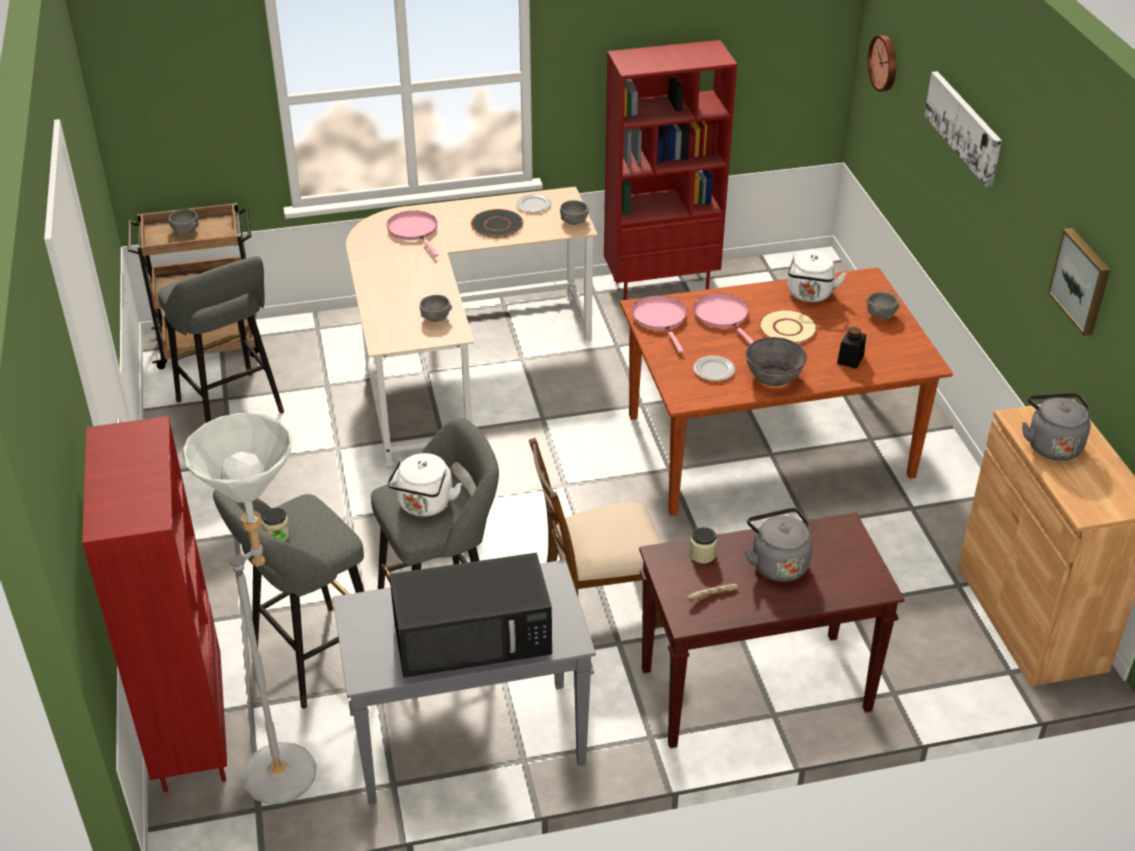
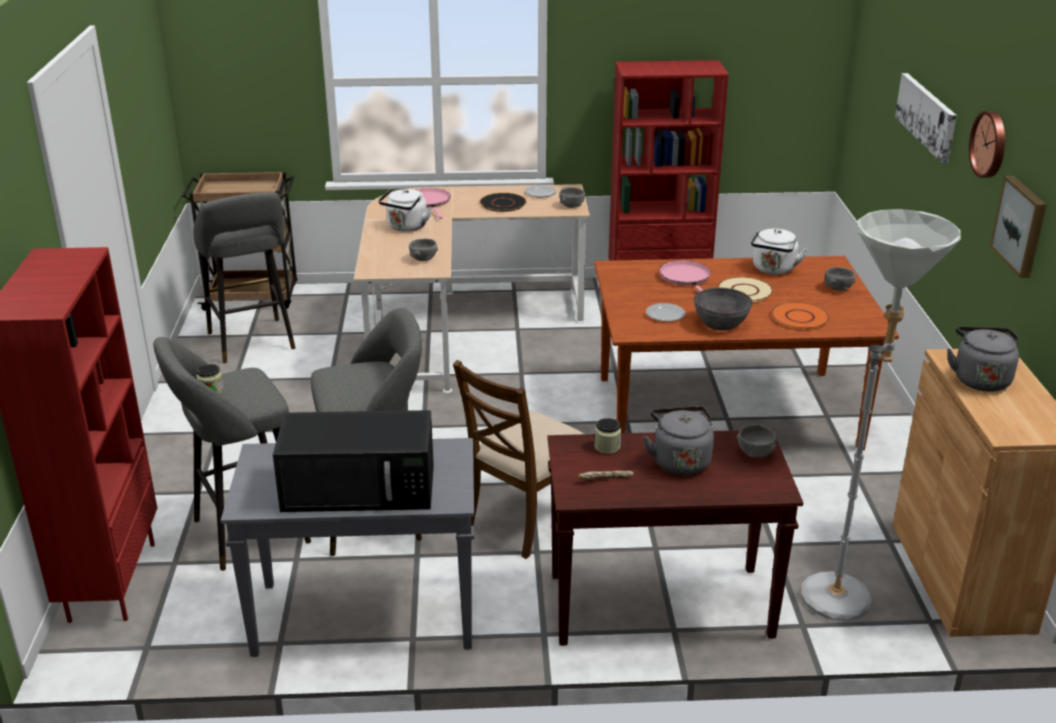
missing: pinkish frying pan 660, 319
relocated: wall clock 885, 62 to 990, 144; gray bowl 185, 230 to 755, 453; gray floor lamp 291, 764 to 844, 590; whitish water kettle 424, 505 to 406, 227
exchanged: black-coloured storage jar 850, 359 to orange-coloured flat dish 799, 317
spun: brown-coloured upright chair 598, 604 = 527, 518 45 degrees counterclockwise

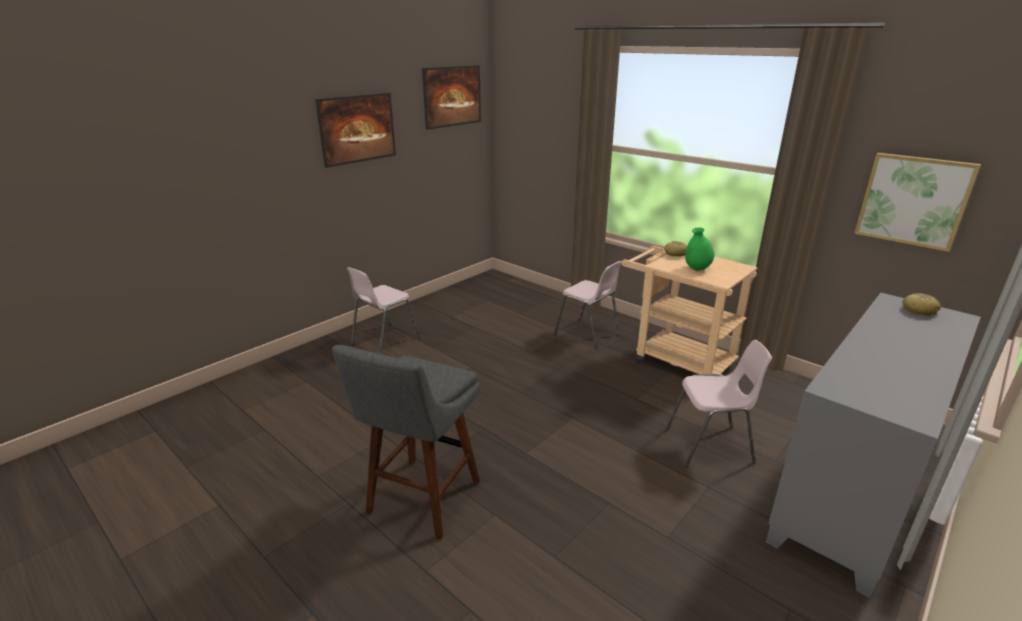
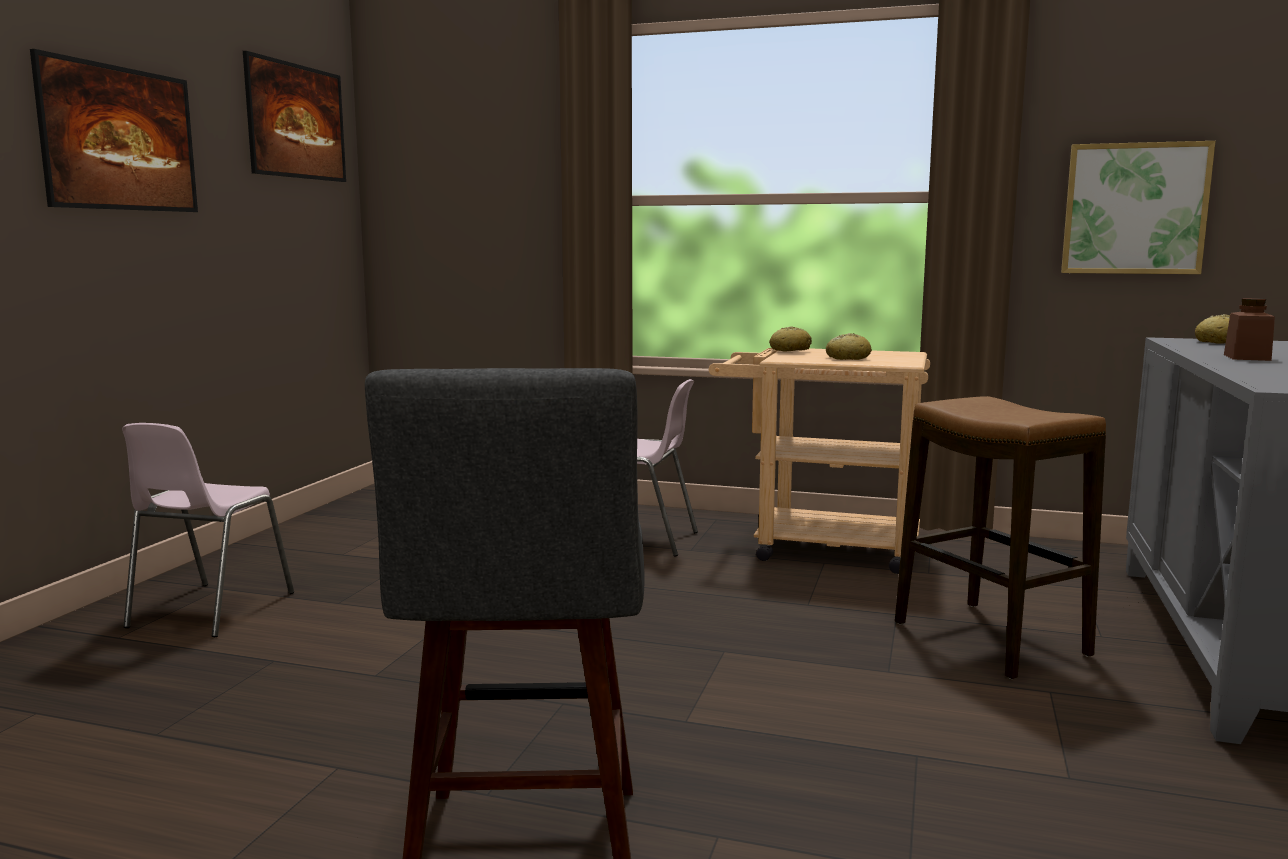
appeared: brown-coloured storage jar 1247, 357
exchanged: green-coloured flower vase 697, 269 to bakery bread 847, 358; pinkish upright chair 710, 446 to stool seat 990, 639

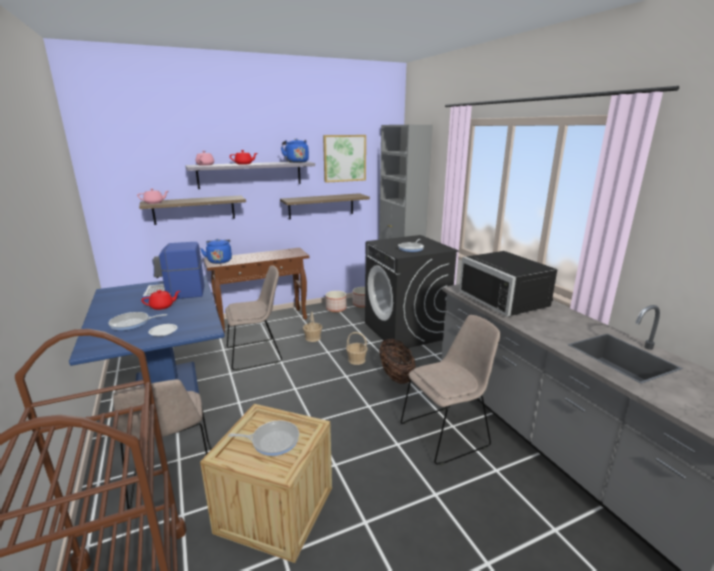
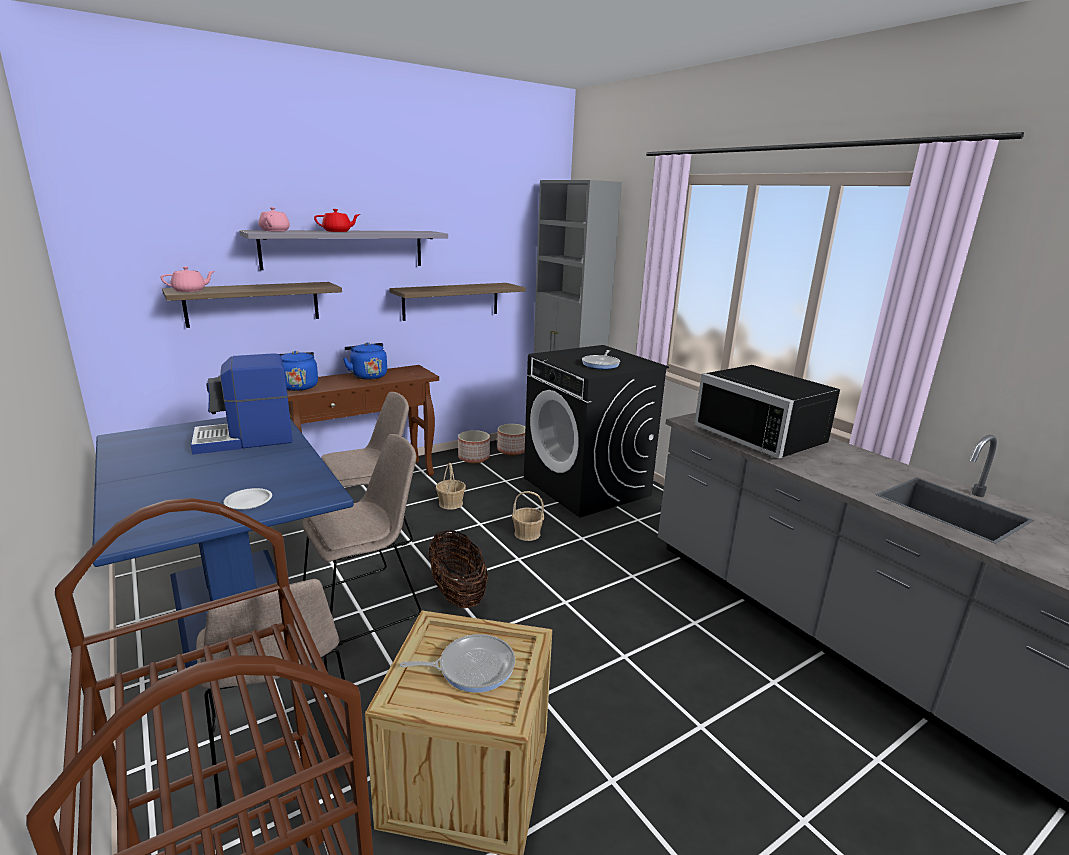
missing: picture 344, 158; red-coloured tea pot 162, 306; frying pan 132, 323
relocated: bluish water kettle 296, 162 to 367, 376; beige upright chair 446, 433 to 366, 603; household basket 396, 376 to 457, 593

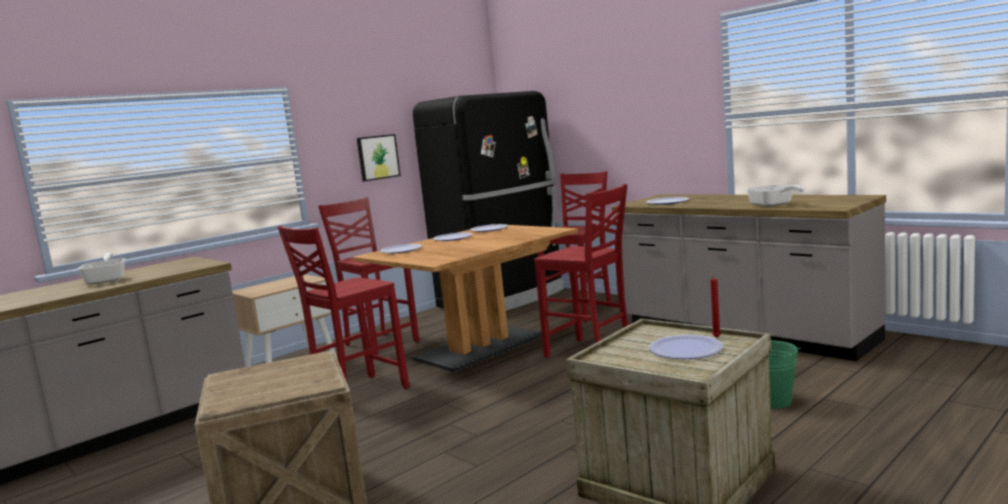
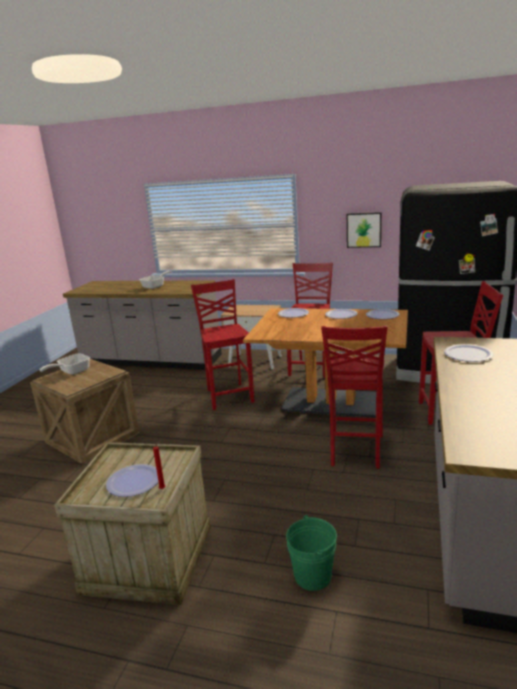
relocated: frying pan 773, 205 to 71, 372
spun: red-coloured upright chair 357, 394 = 229, 395 60 degrees clockwise

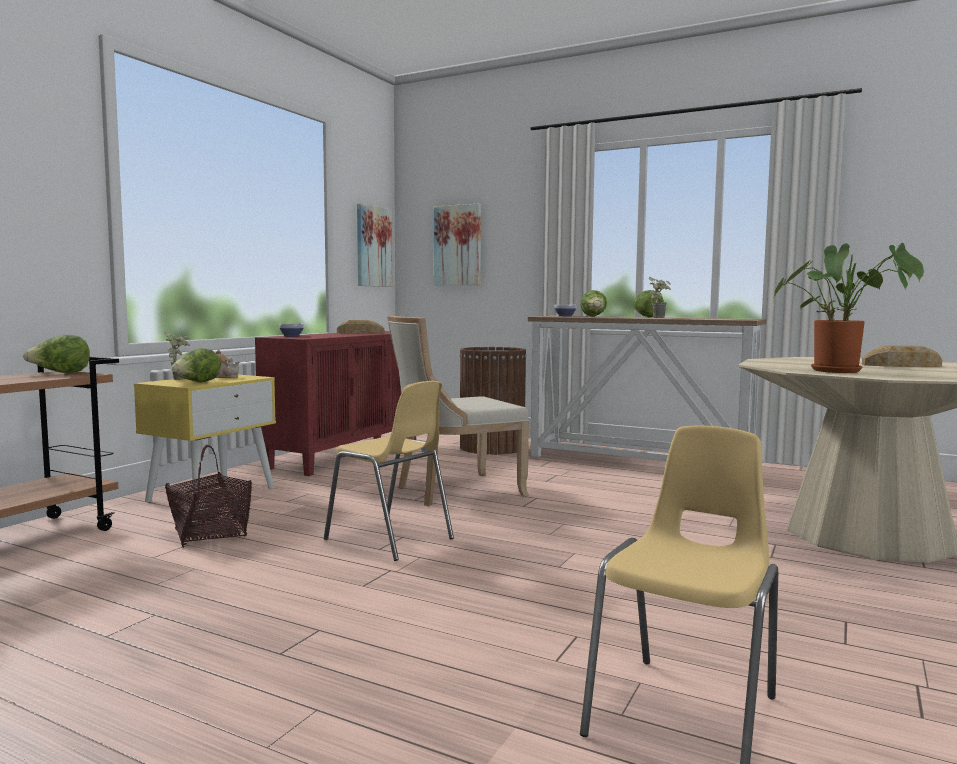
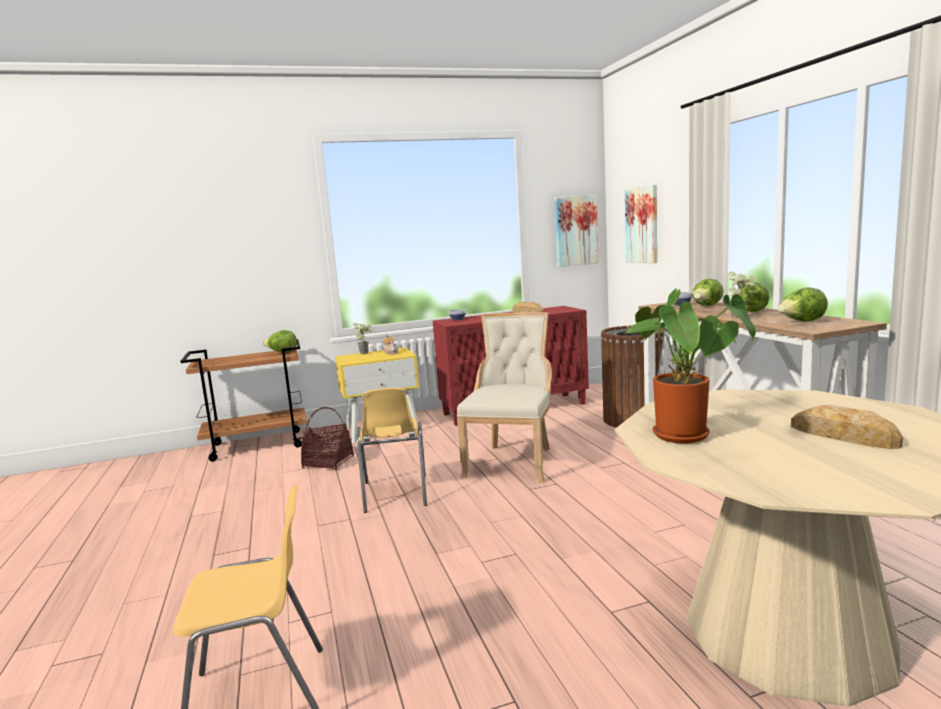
relocated: lettuce head 197, 383 to 801, 322
spun: beige upright chair 454, 491 = 512, 462 90 degrees clockwise

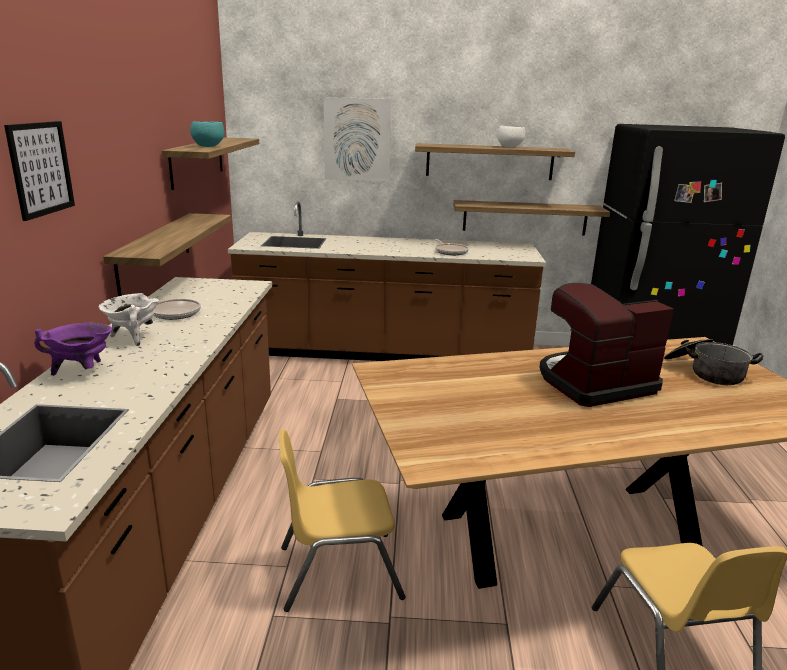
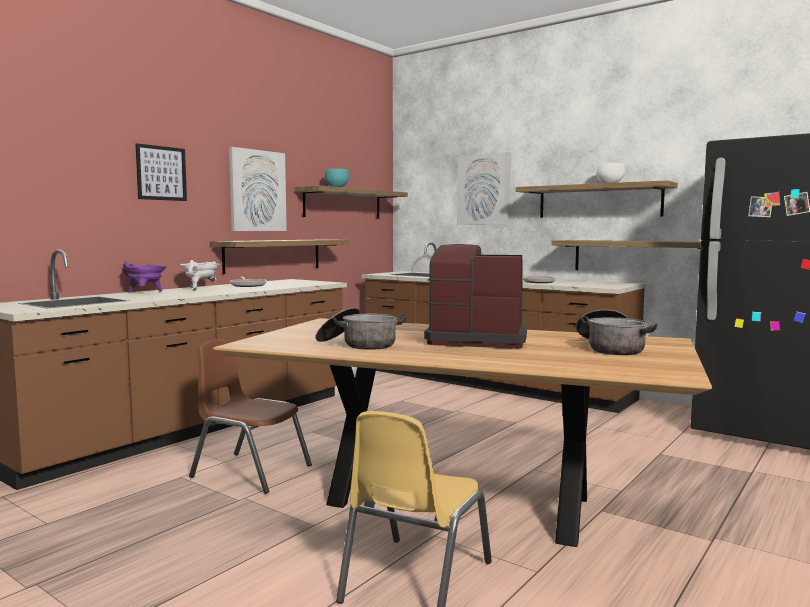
appeared: picture 257, 190; stockpot 358, 344
colour: yellowish upright chair 339, 571 to brown-coloured upright chair 250, 472

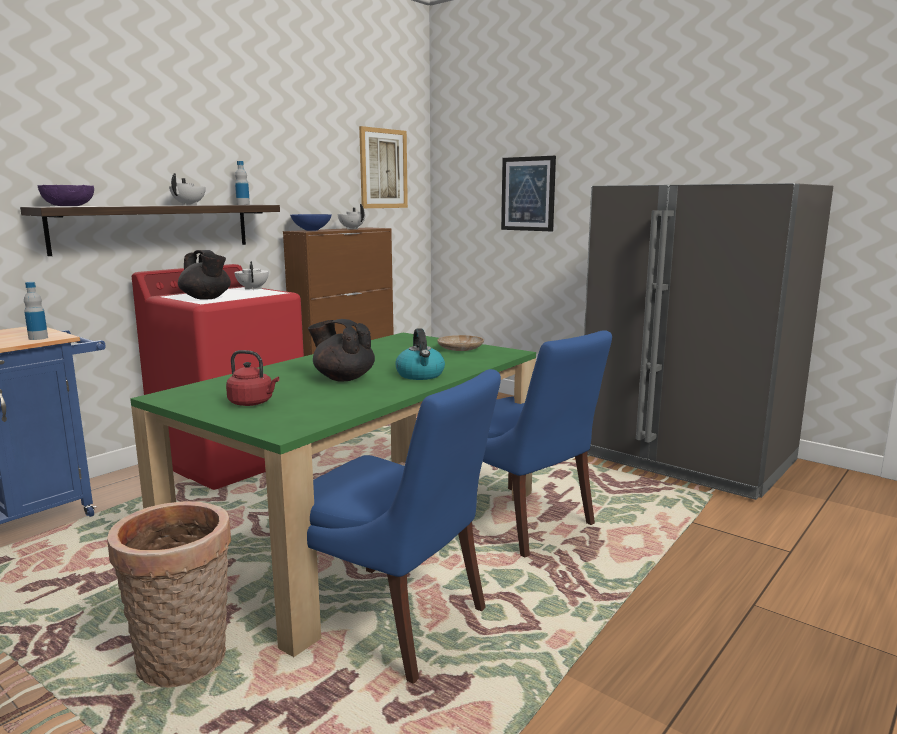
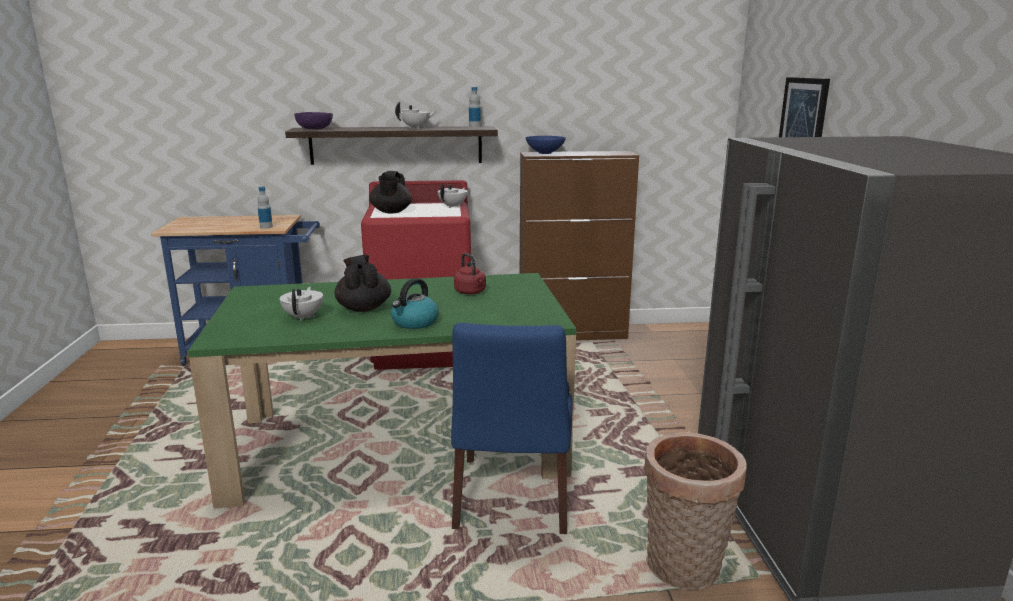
missing: picture 383, 168; beige flat dish 460, 348; bluish upright chair 395, 622
relocated: whitish tea pot 352, 229 to 304, 317; red-coloured water kettle 253, 403 to 471, 292; household basket 184, 663 to 684, 569

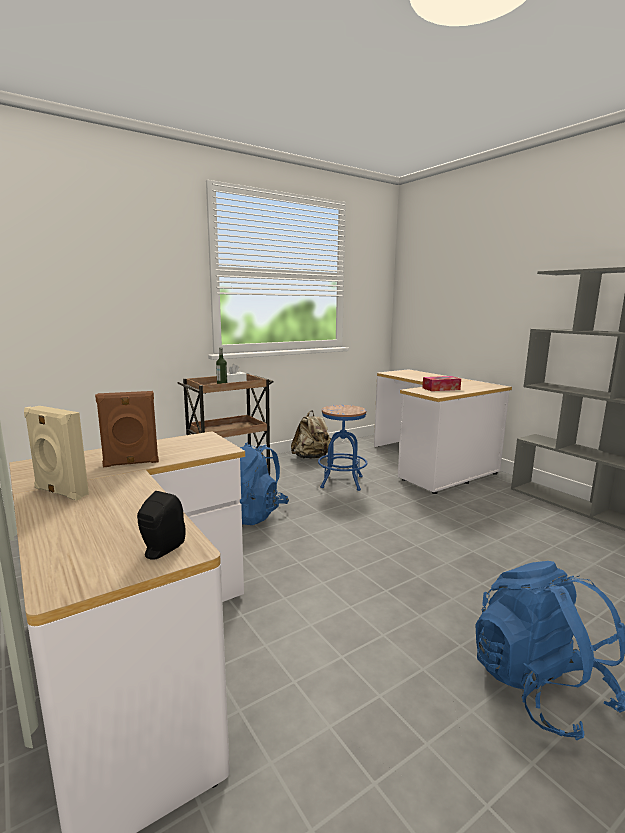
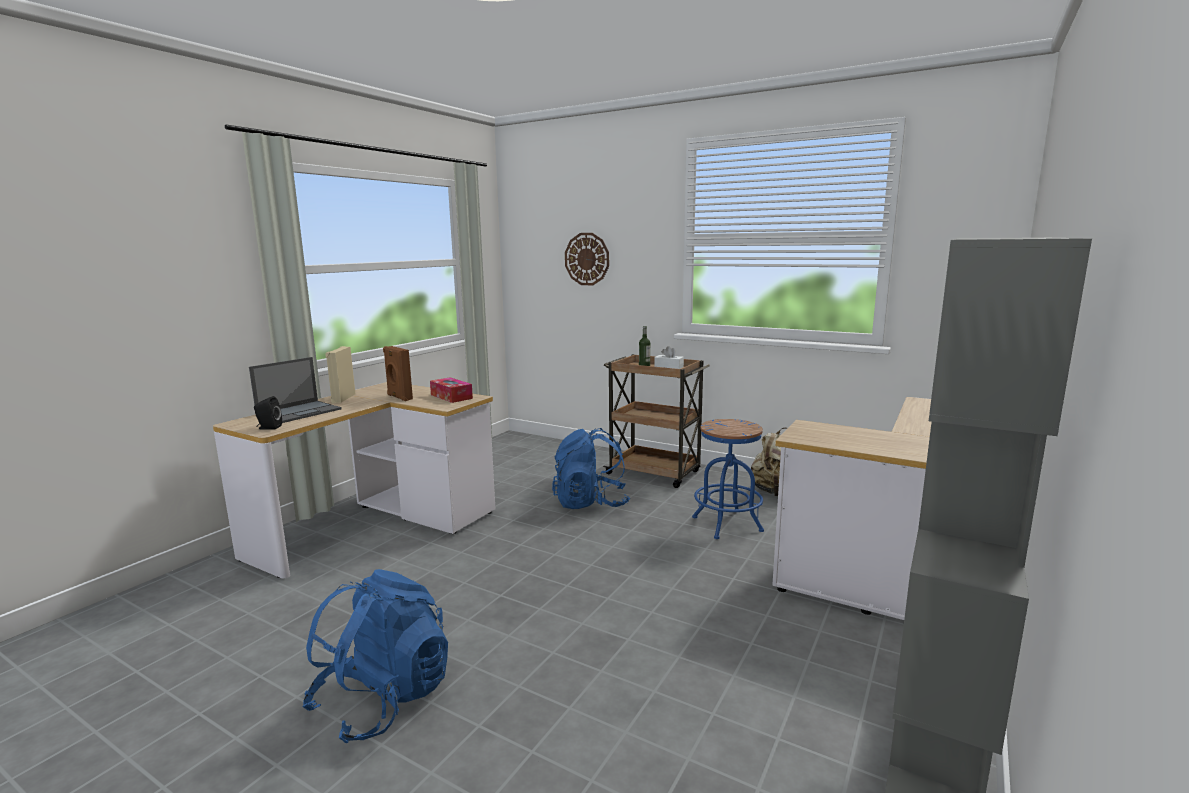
appeared: wall clock 587, 259; laptop 300, 412
relocated: box of tissues 441, 389 to 451, 396

